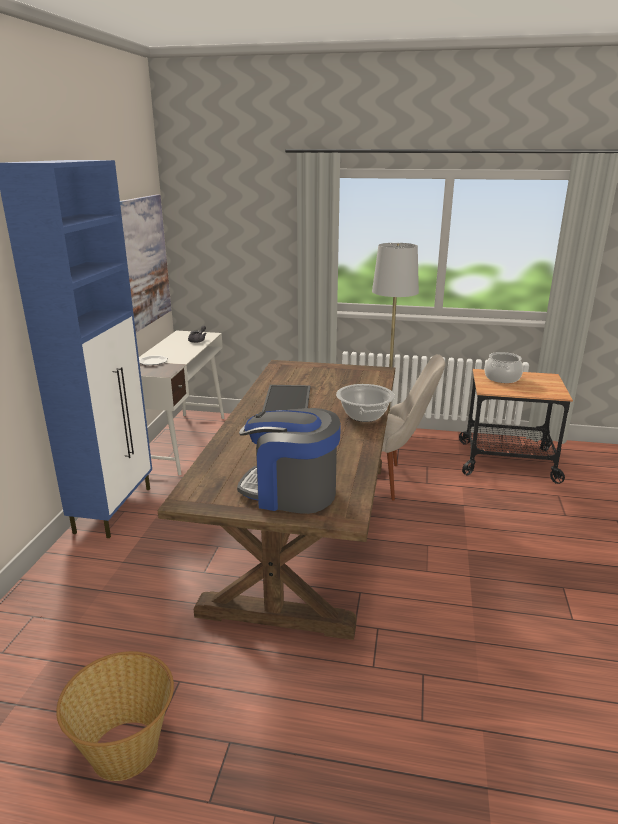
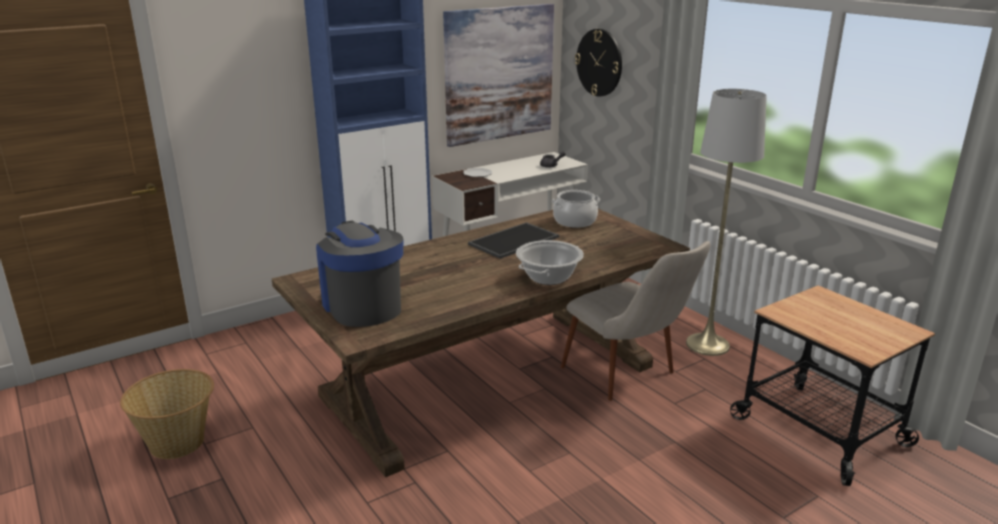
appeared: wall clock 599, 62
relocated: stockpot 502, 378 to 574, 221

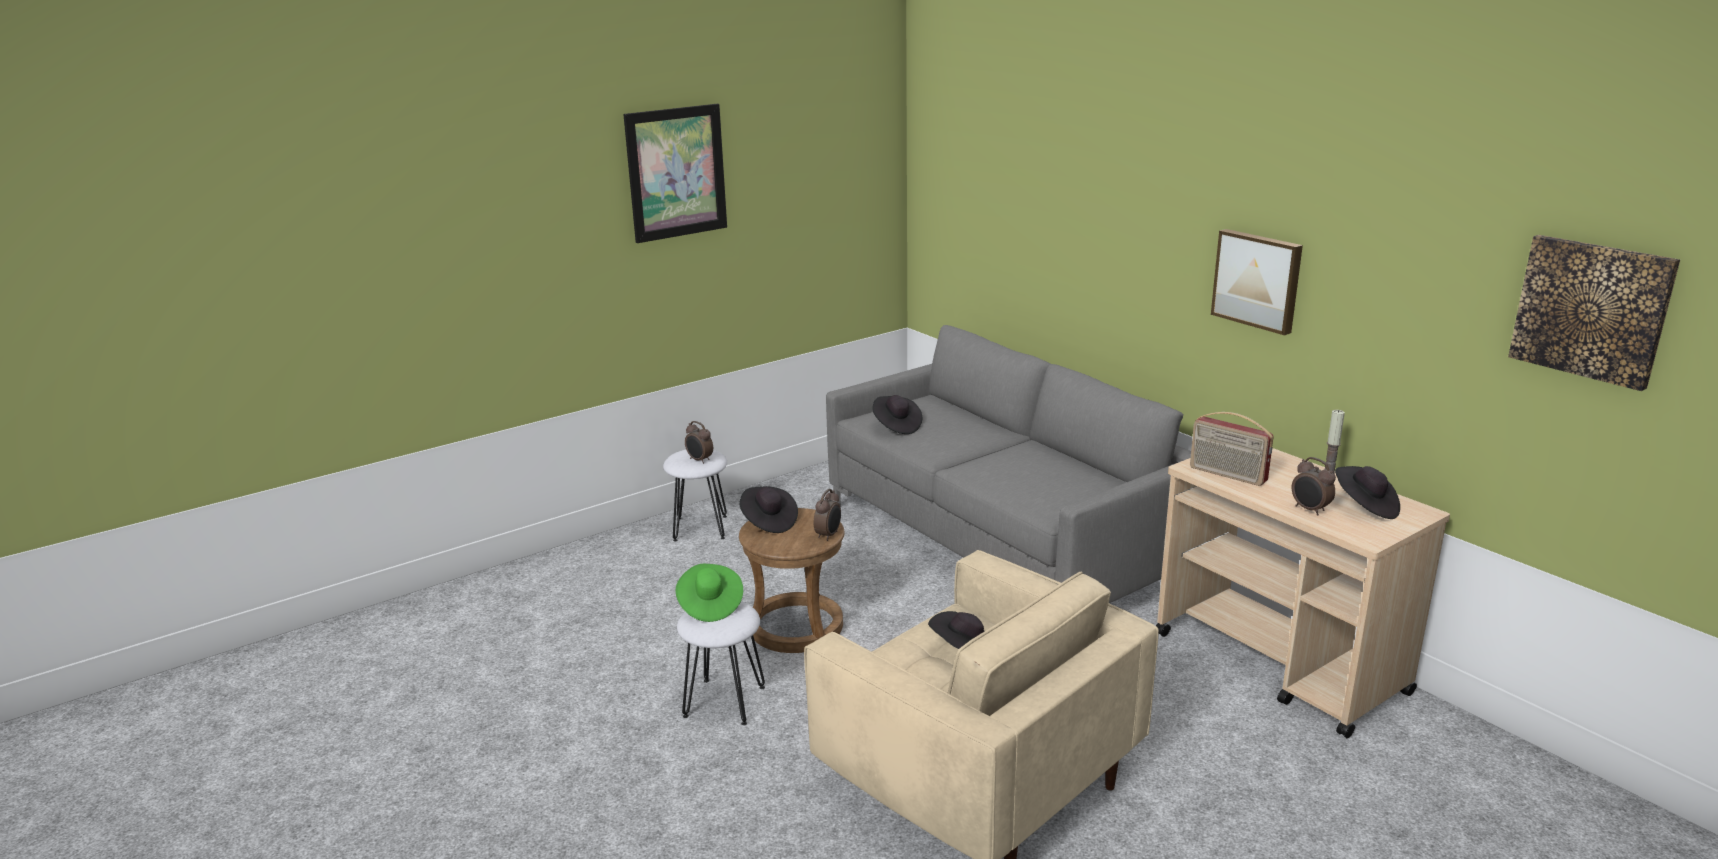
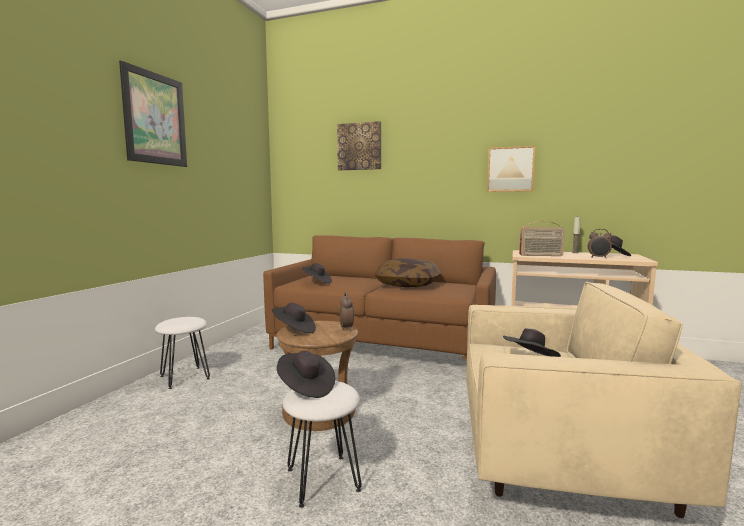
missing: bedside clock 699, 460
appeared: cushion 408, 284
relocated: picture 1591, 310 to 359, 146
colour: gray settee 1001, 543 to brown-coloured settee 383, 344; green-coloured clothing hat 709, 605 to black-coloured clothing hat 306, 387

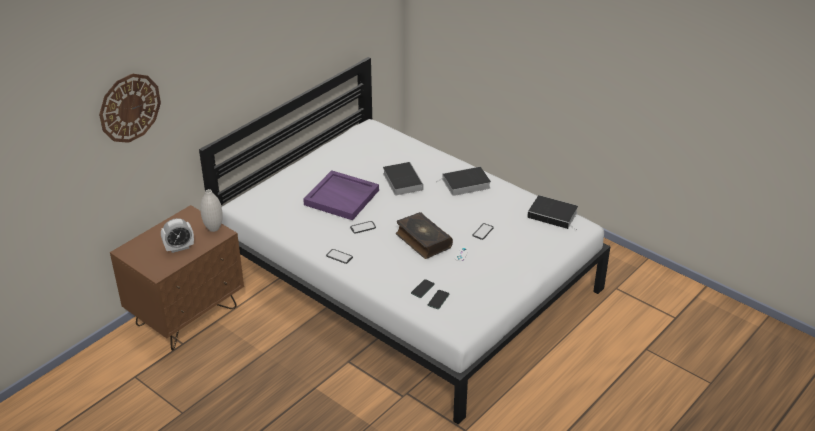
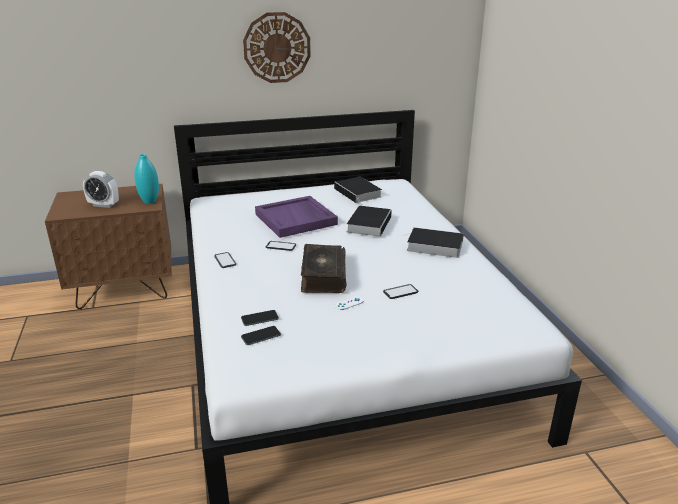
relocated: wall clock 129, 107 to 277, 48; bound book 554, 215 to 359, 193
colour: whitish flower vase 213, 228 to turquoise-coloured flower vase 150, 201

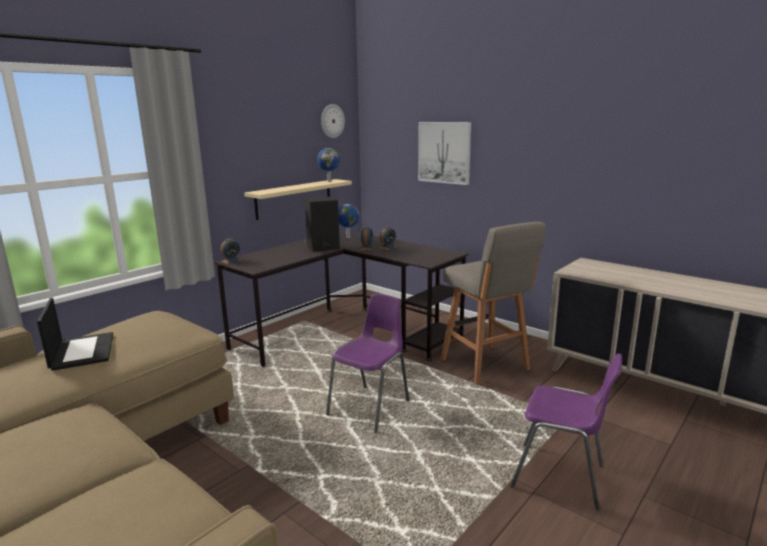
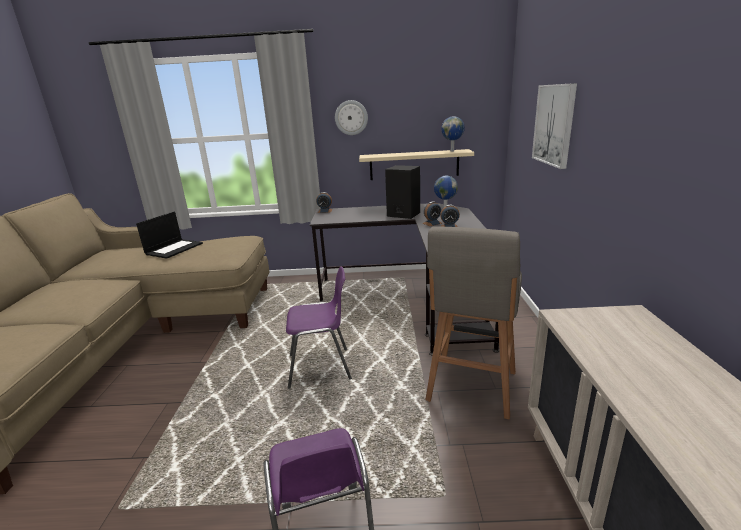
relocated: wall clock 332, 121 to 351, 117

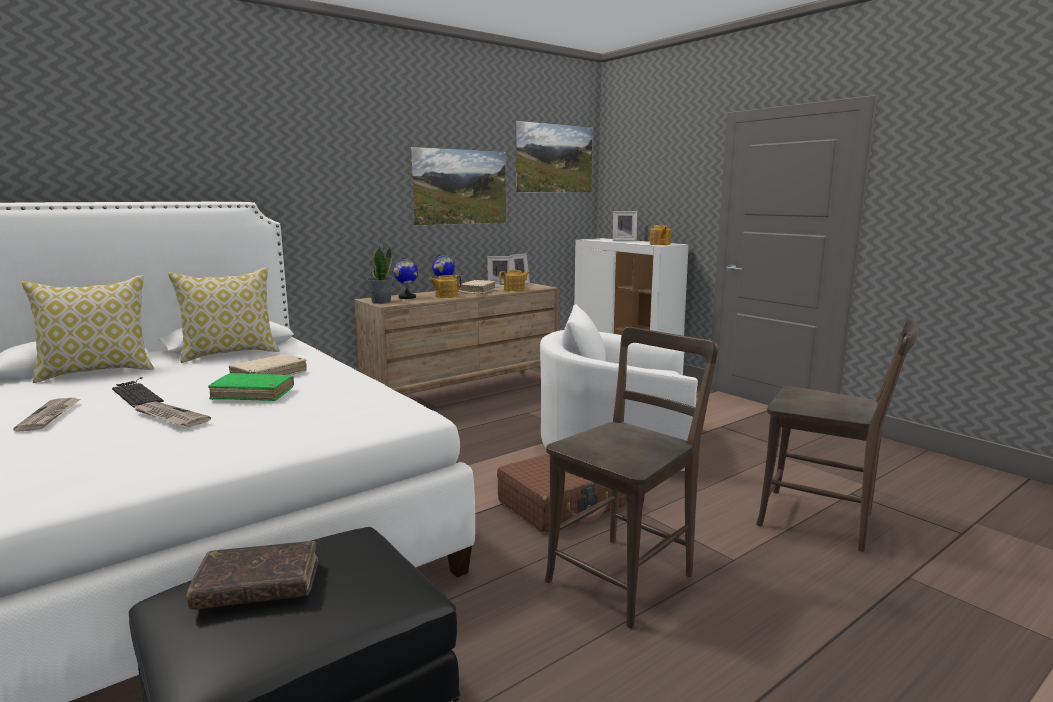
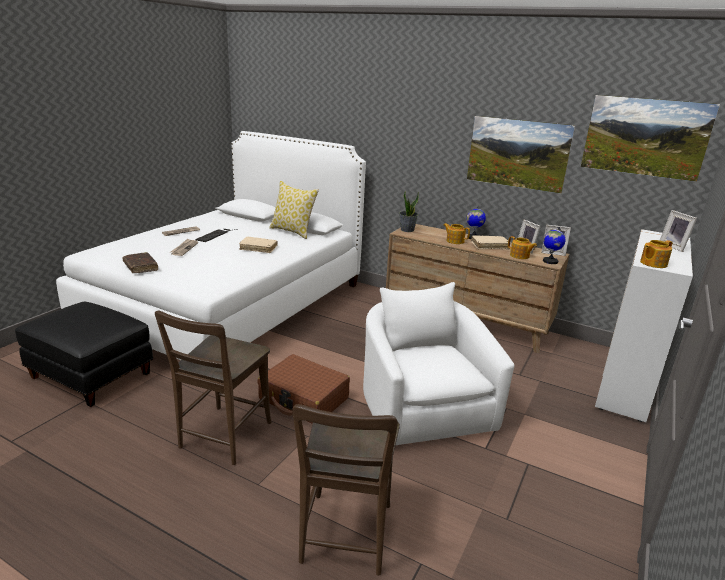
missing: cushion 97, 372; green-coloured bound book 253, 394
relocated: globe 407, 297 to 550, 261; brown-coloured bound book 258, 586 to 140, 267
spun: brown-coloured upright chair 625, 575 = 222, 437 90 degrees clockwise

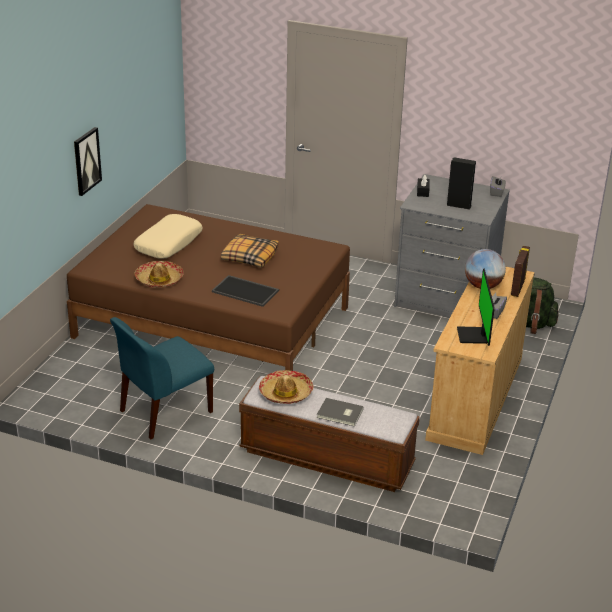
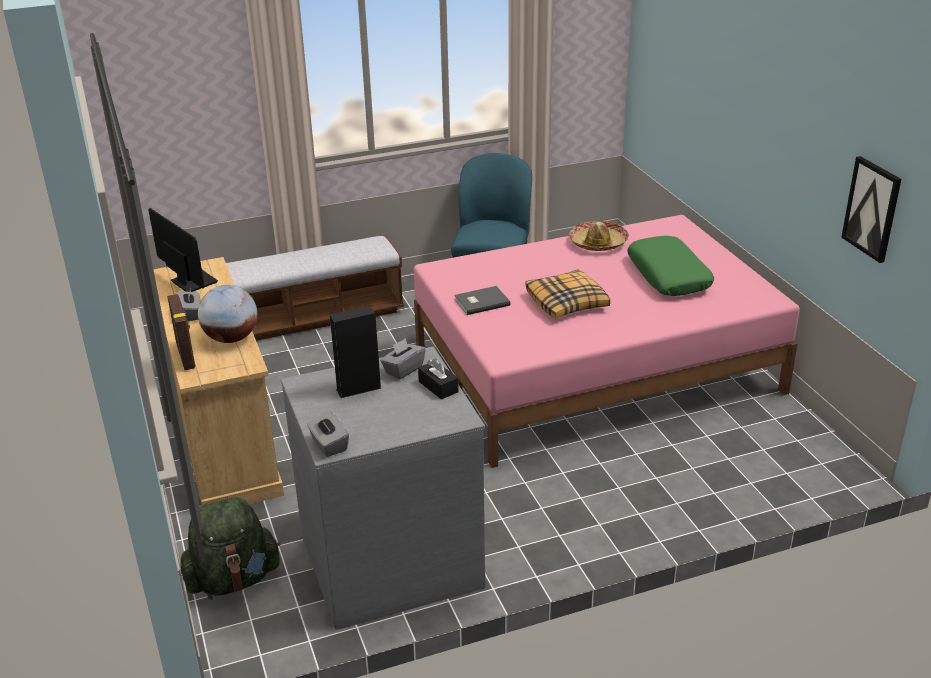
missing: tray 246, 291; clothing hat 285, 393
appeared: gray box of tissues 403, 369
relocated: picture 86, 161 to 872, 209; gray bound book 340, 414 to 480, 302
colour: brown-coloured bed 213, 322 to pinkish bed 595, 370; beige cushion 168, 243 to green-coloured cushion 669, 276

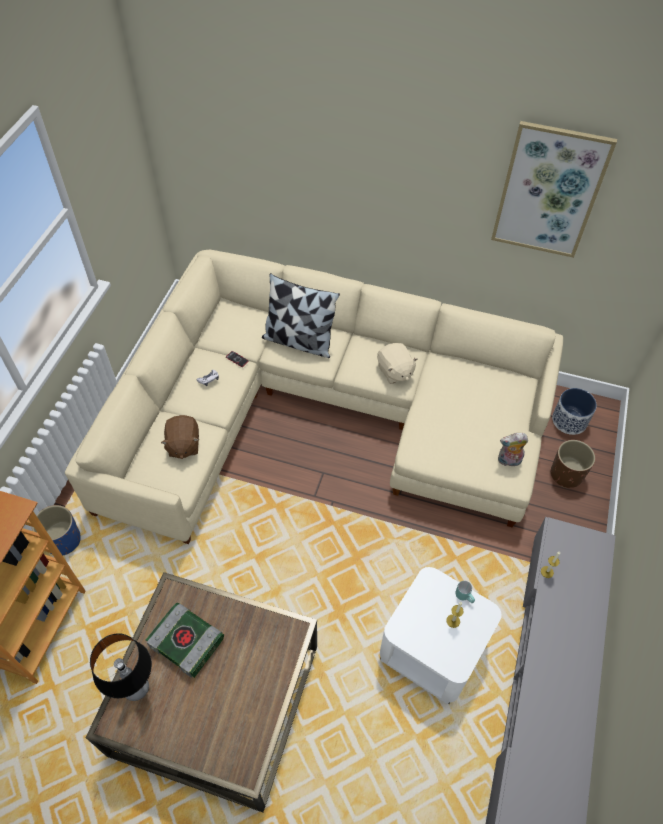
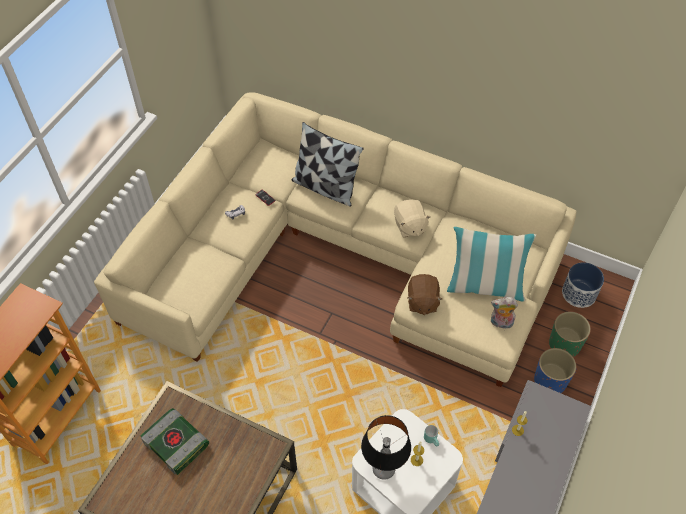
missing: picture 549, 191
appeared: cushion 485, 287
relocated: brown-coloured soft toy 183, 445 to 422, 302; bluish planter 63, 541 to 550, 381; tabletop lamp 136, 688 to 383, 469
colour: brown-coloured planter 566, 475 to green-coloured planter 564, 345

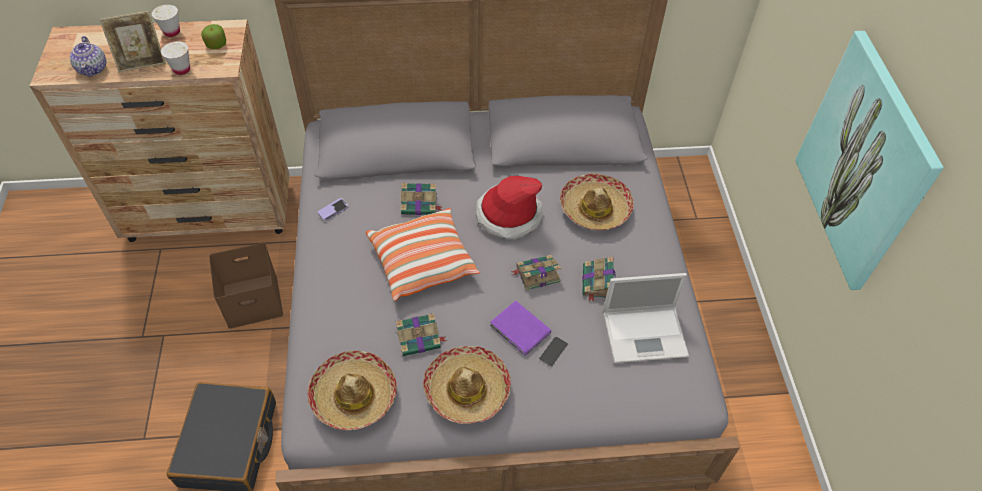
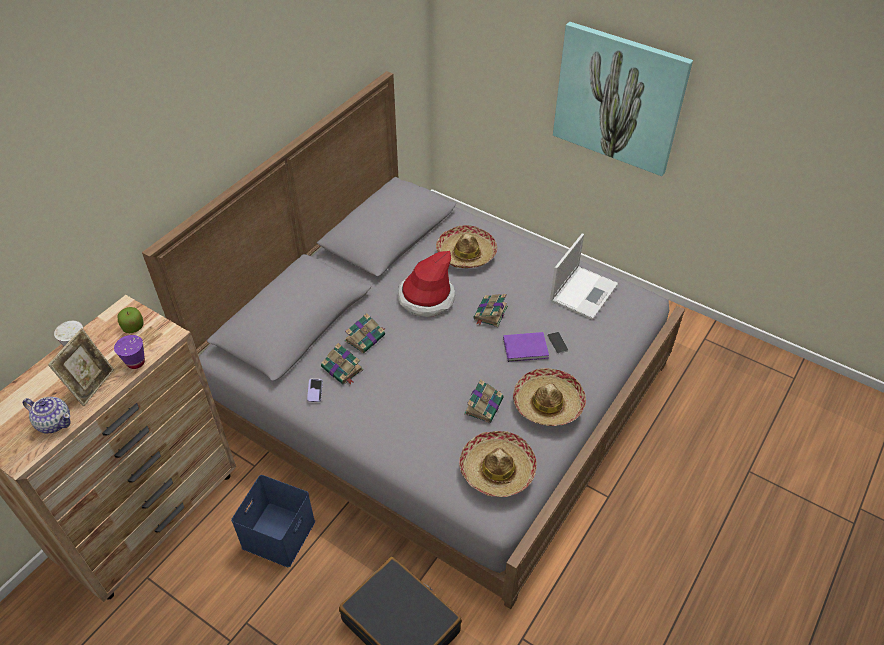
missing: cushion 423, 262
relocated: bound book 598, 283 to 343, 369
colour: whitish cup 182, 69 to purple-coloured cup 136, 362; brown-coloured storage bin 251, 302 to bluish storage bin 279, 536

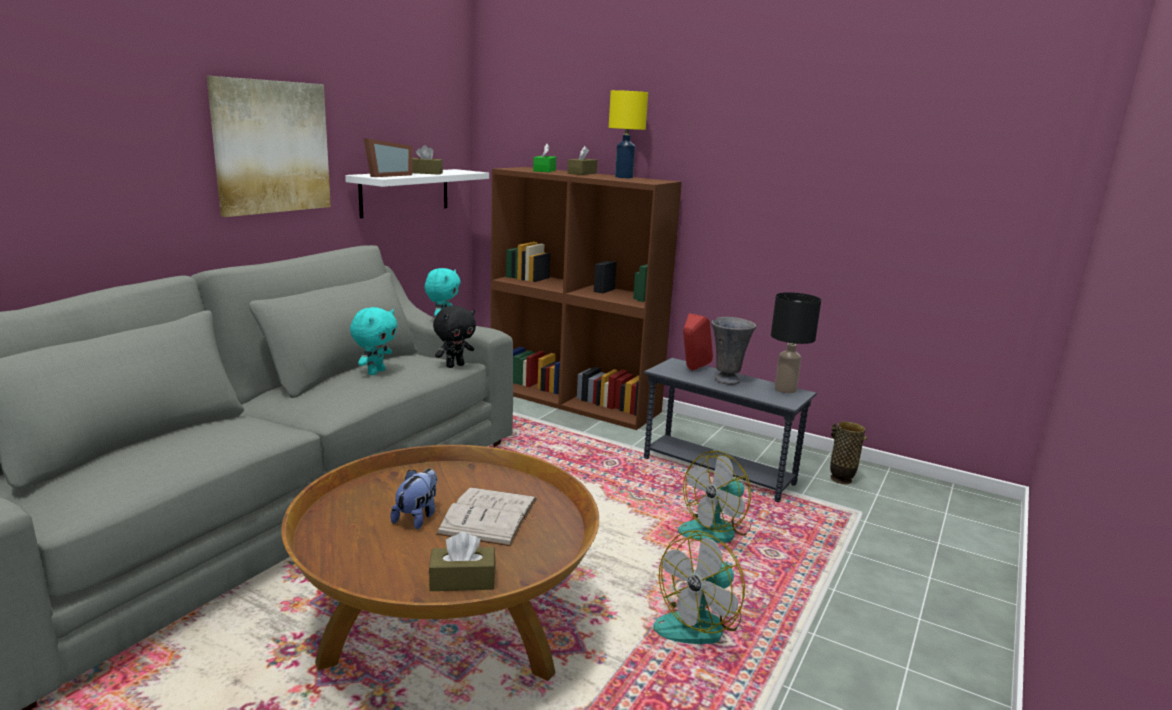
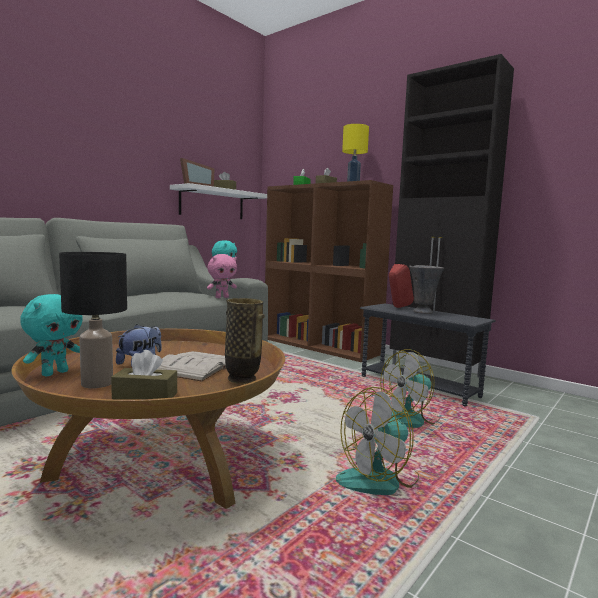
missing: picture 271, 147
appeared: black-coloured cabinet 436, 372
relocated: black-coloured tabletop lamp 786, 389 to 98, 383; turquoise-coloured soft toy 375, 372 to 54, 373; flower vase 841, 479 to 242, 379
colour: black-coloured soft toy 455, 365 to pinkish soft toy 222, 297

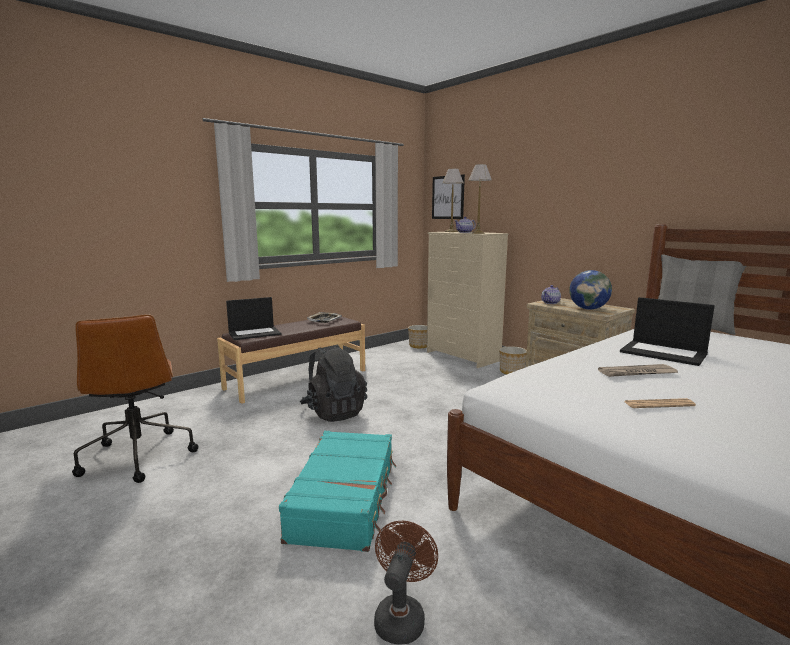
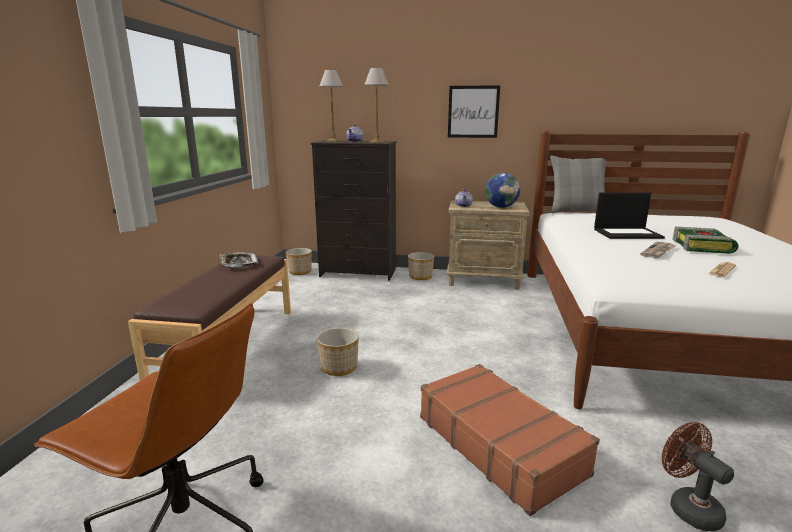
missing: laptop 255, 333
appeared: bound book 703, 247
relocated: picture 448, 197 to 473, 112
exchanged: black-coloured rucksack 334, 412 to planter 338, 367
colour: beige drawer chest 462, 356 to black-coloured drawer chest 358, 273; turquoise-coloured piece of luggage 345, 499 to brown-coloured piece of luggage 499, 444

